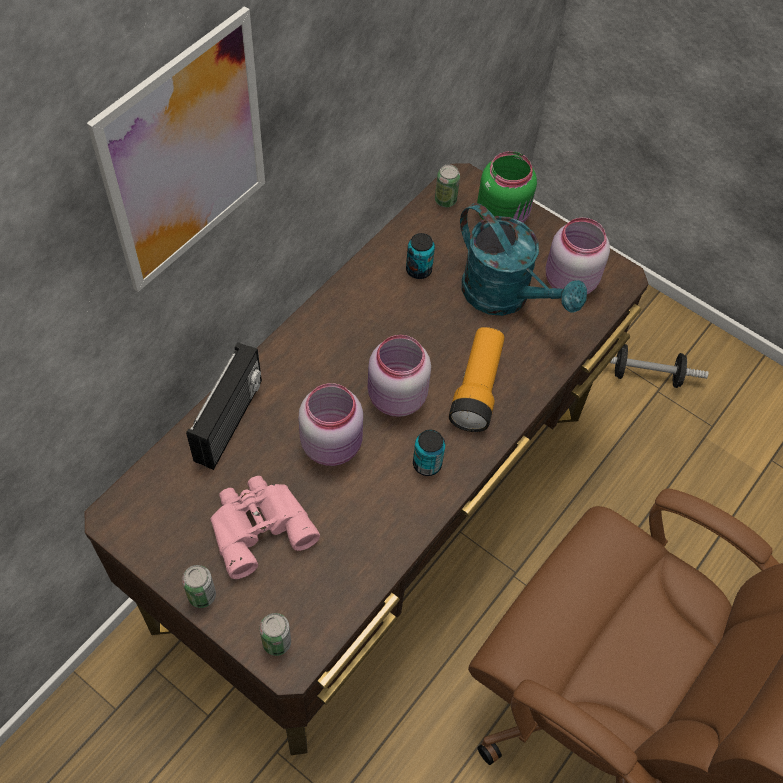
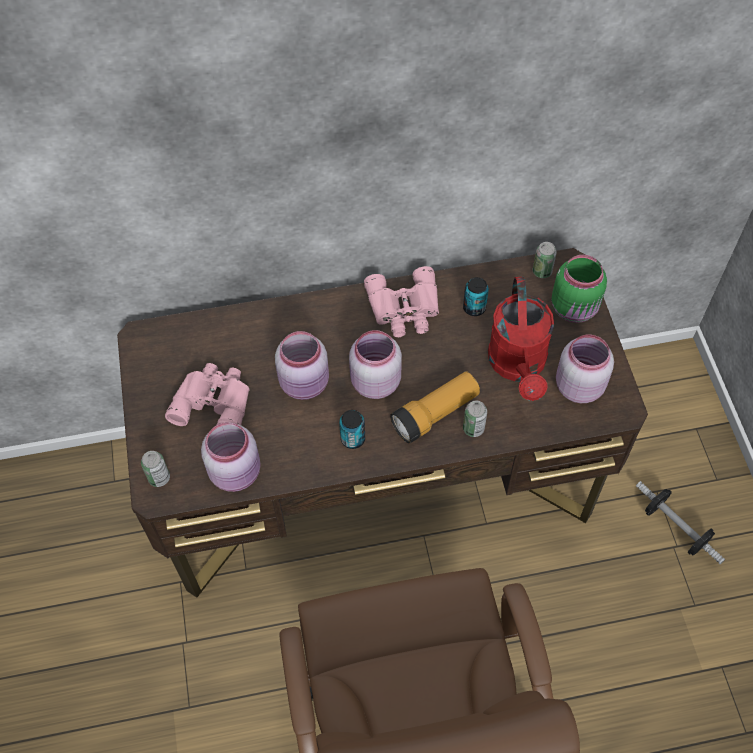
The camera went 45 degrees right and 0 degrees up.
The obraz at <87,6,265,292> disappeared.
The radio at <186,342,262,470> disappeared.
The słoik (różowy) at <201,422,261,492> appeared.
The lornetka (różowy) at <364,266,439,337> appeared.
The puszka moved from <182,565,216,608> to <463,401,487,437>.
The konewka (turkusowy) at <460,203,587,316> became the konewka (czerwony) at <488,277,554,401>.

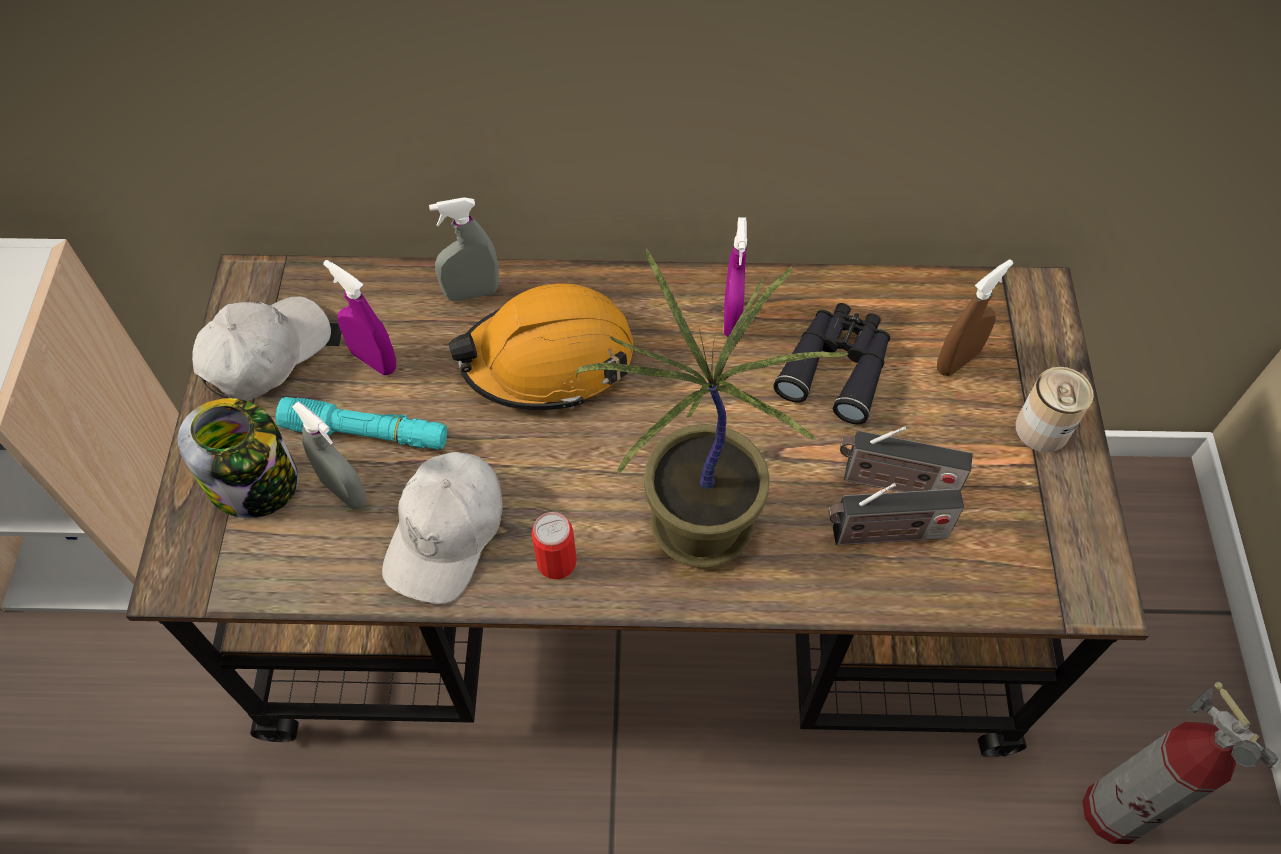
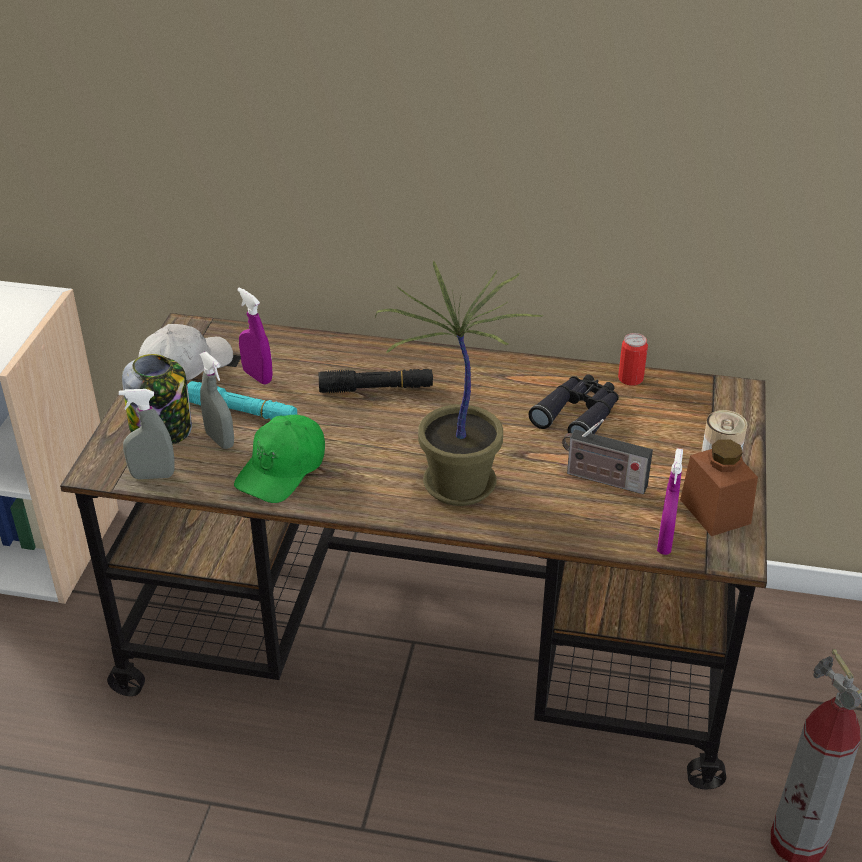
The camera went 10 degrees right and 20 degrees down.
The radio at <828,483,964,545> disappeared.
The spryskiwacz (brązowy) at <937,259,1013,376> disappeared.
The słoik (brązowy) at <680,440,758,536> appeared.
The spryskiwacz (szary) moved from <429,197,499,302> to <119,389,175,479>.
The puszka moved from <531,512,577,580> to <618,333,648,386>.
The spryskiwacz (fioletowy) moved from <724,217,747,337> to <657,448,683,555>.
The kask (pomarańczowy) at <448,283,633,410> was replaced by the latarka (czarny) at <319,369,433,393>.
The czapka z daszkiem (biały) at <382,452,503,604> became the czapka z daszkiem (zielony) at <234,415,325,503>.

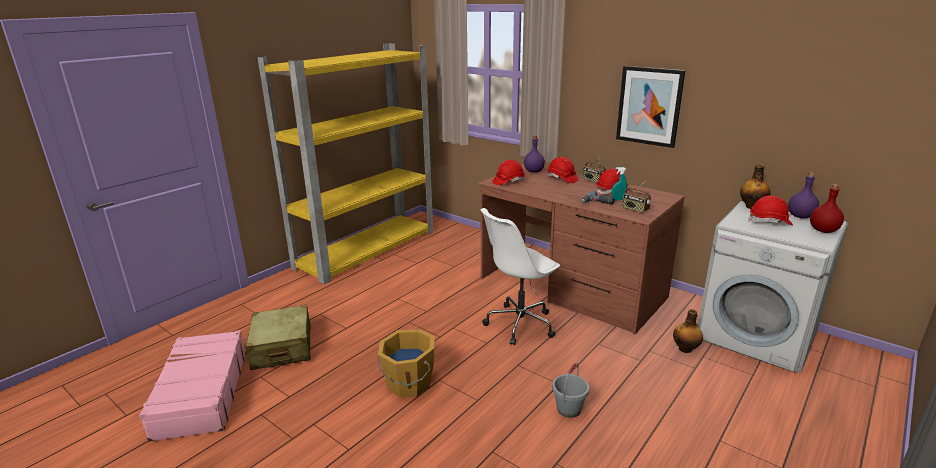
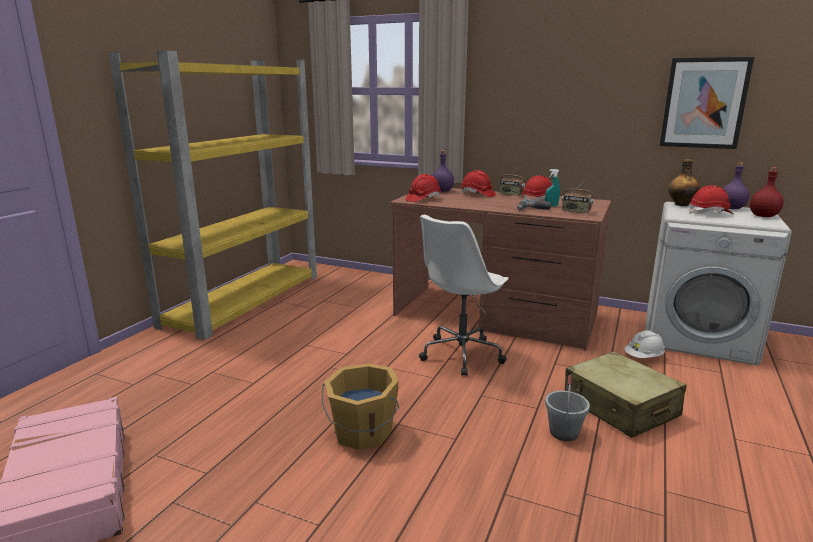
The camera went 15 degrees left and 5 degrees down.
The walizka (beżowy) moved from <246,305,311,370> to <564,351,686,438>.
The obraz moved from <616,66,685,148> to <660,57,754,149>.
The butelka at <673,309,703,353> was replaced by the kask (biały) at <624,330,665,358>.

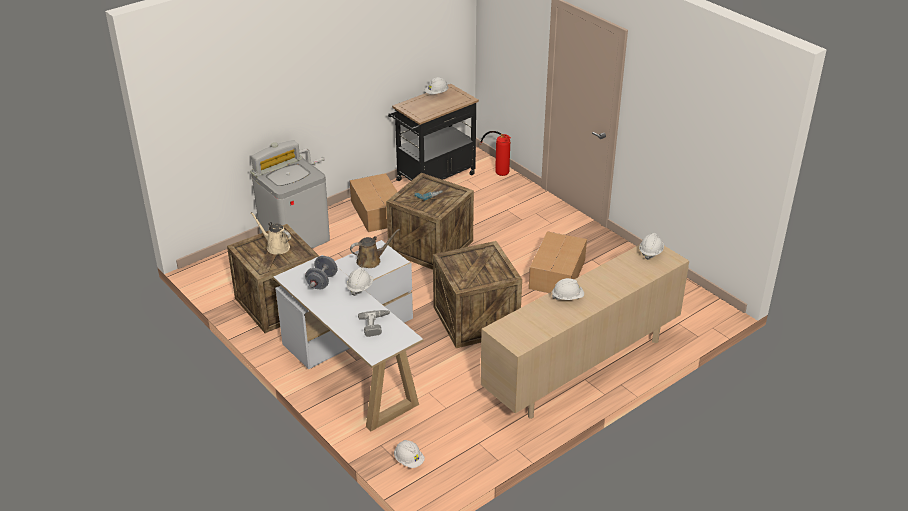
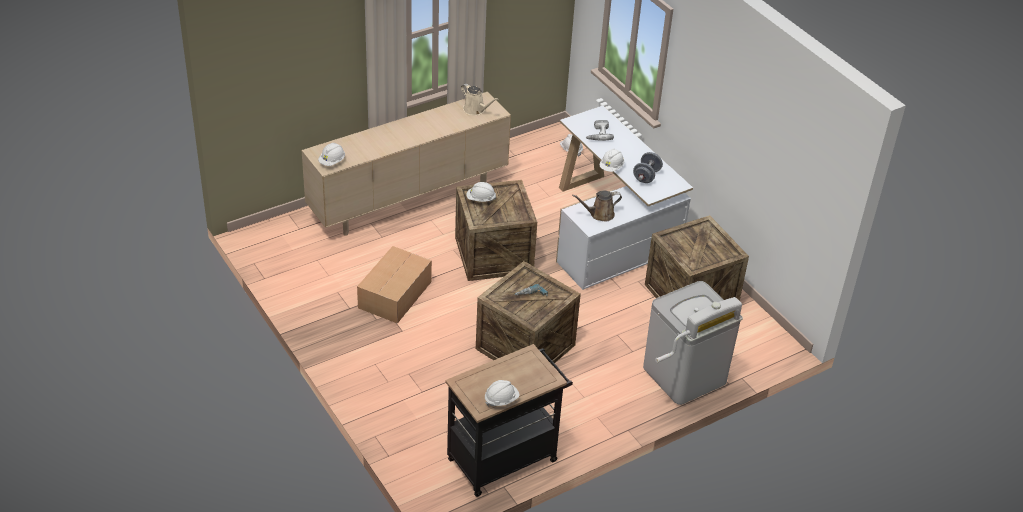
The camera went 175 degrees left and 5 degrees up.
The karton at <350,173,397,232> disappeared.
The gaśnica at <480,131,511,176> disappeared.
The konewka (beżowy) moved from <251,212,291,255> to <461,84,498,115>.
The kask (biały) moved from <552,278,584,300> to <466,182,496,202>.

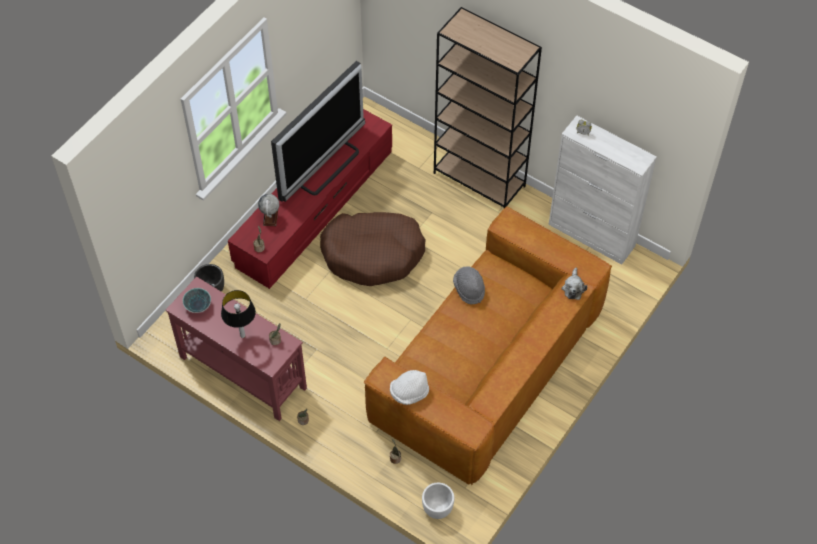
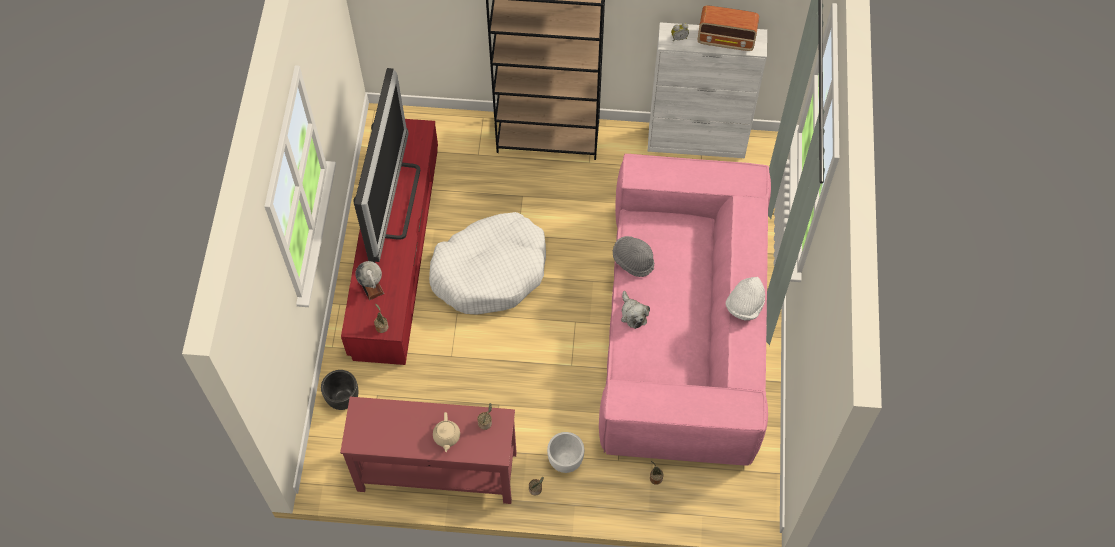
The camera went 30 degrees left and 5 degrees up.
The miska at <183,288,211,313> disappeared.
The radio at <697,5,759,51> appeared.
The kapelusz (biały) moved from <390,370,429,405> to <725,277,765,320>.
The donica (biały) moved from <422,483,454,519> to <547,432,584,473>.
The pluszak moved from <562,268,587,300> to <621,291,650,329>.
The lampa stołowa at <221,290,256,338> was replaced by the imbryk (beżowy) at <433,412,460,452>.
The legowisko (brązowy) at <320,212,426,286> became the legowisko (biały) at <429,212,546,315>.
The kanapa (brązowy) at <364,206,612,485> became the kanapa (różowy) at <599,154,771,466>.

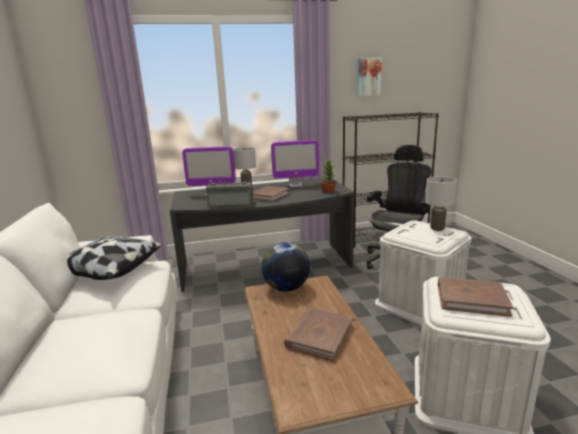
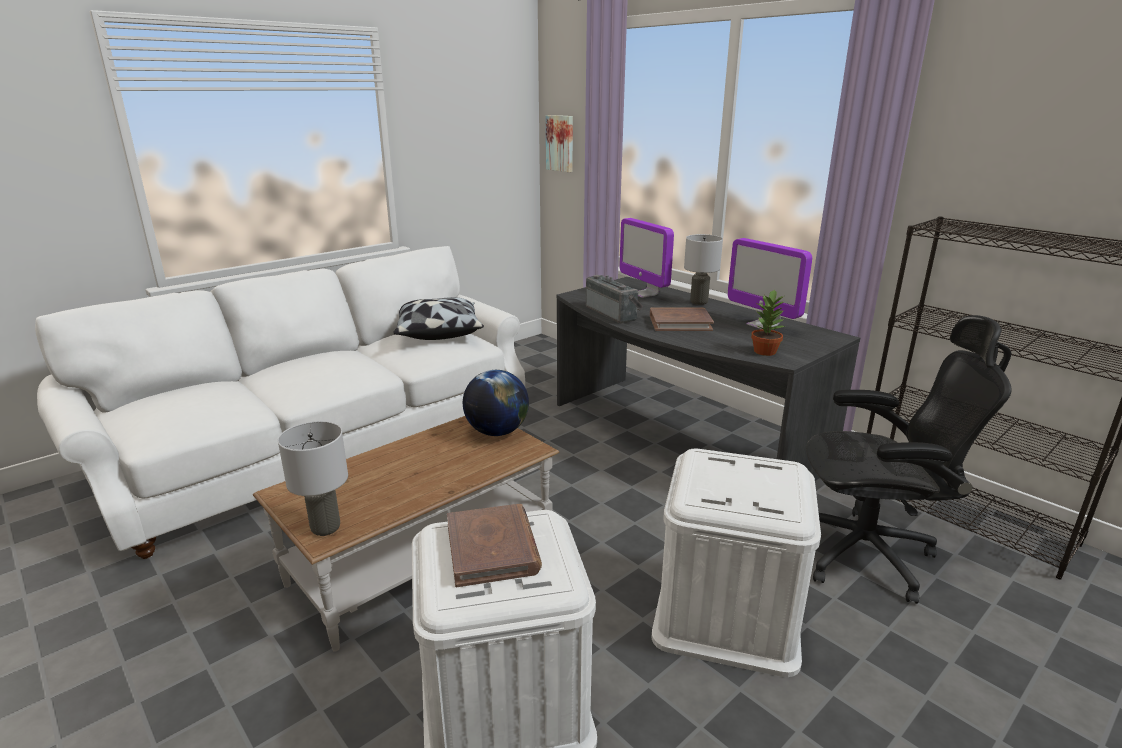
The camera went 60 degrees right and 5 degrees up.
The książka (brązowy) at <284,308,353,361> disappeared.
The obraz moved from <357,57,382,97> to <546,115,573,172>.
The lampa stołowa (biały) moved from <425,176,457,231> to <278,421,348,536>.

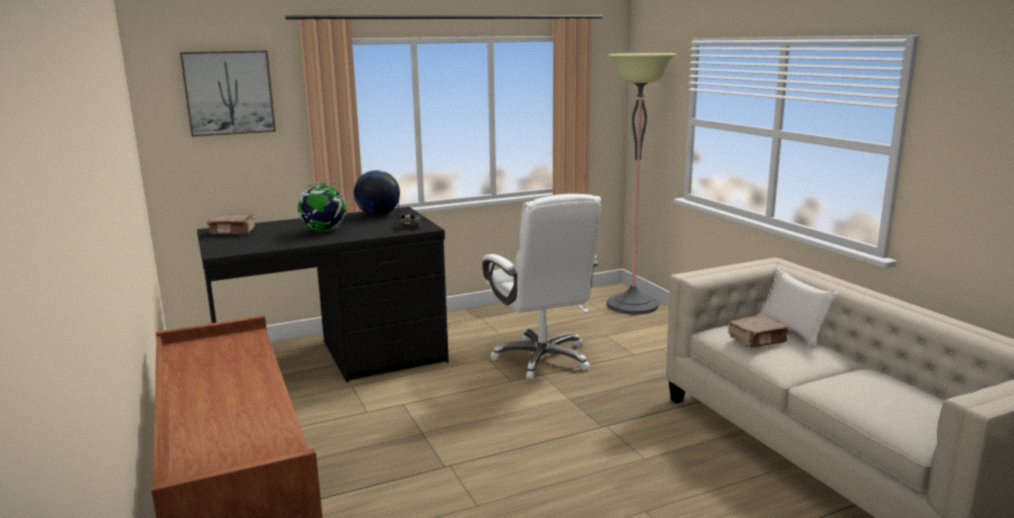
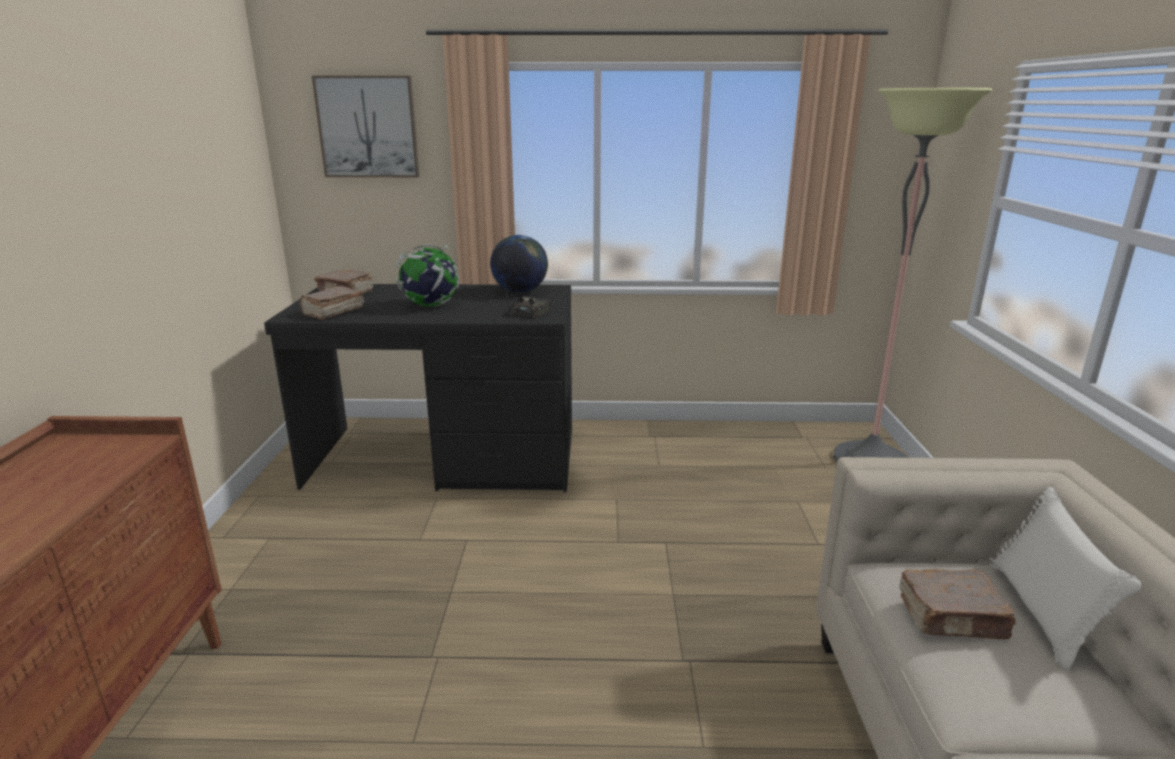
The camera went 25 degrees right and 5 degrees up.
The krzesło biurowe (biały) at <482,194,601,380> disappeared.
The książka (brązowy) at <300,286,364,320> appeared.

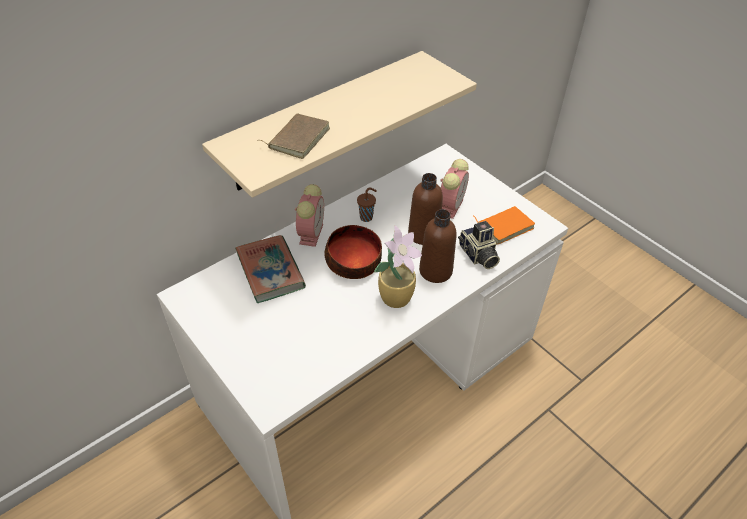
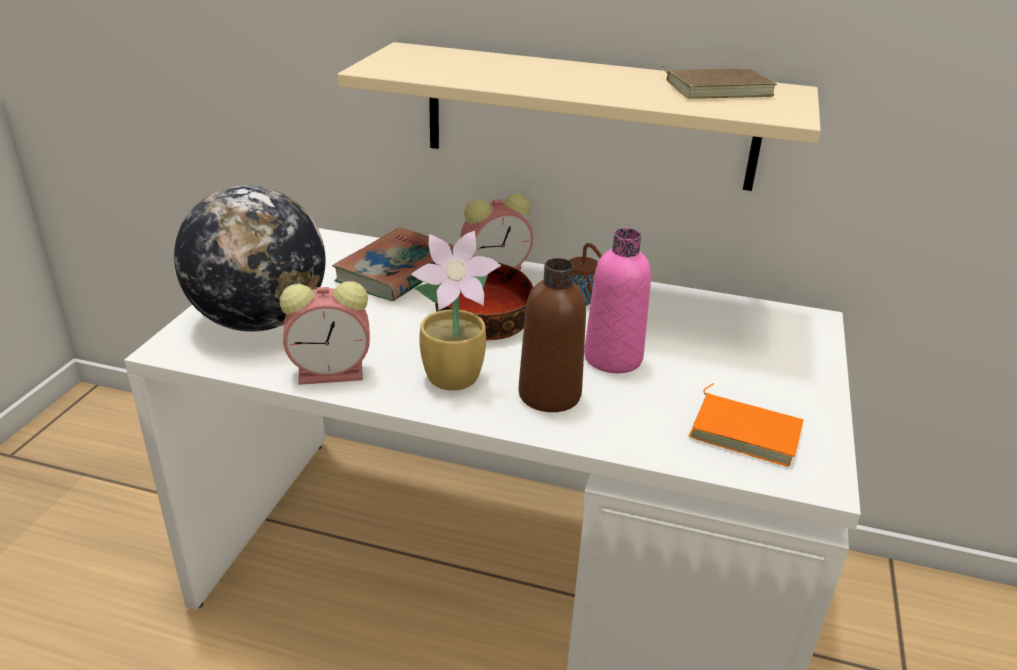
The camera went 55 degrees right and 15 degrees down.
The aparat fotograficzny at <458,221,500,269> disappeared.
The globus at <174,185,326,332> appeared.
The książka (brązowy) moved from <257,113,330,159> to <662,66,777,99>.
The budzik moved from <440,159,469,219> to <280,281,370,385>.
The butelka (brązowy) at <408,173,443,245> became the butelka (różowy) at <584,228,651,373>.

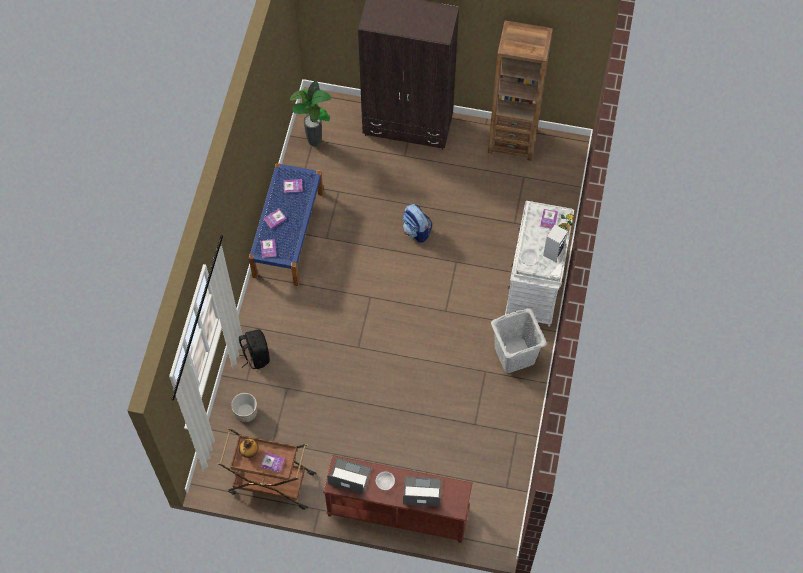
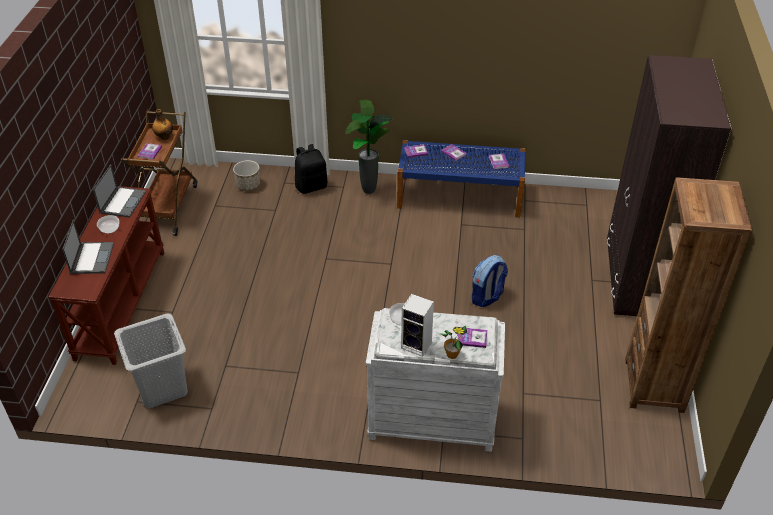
The camera went 85 degrees right and 20 degrees down.
The roślina doniczkowa moved from <290,81,331,146> to <345,99,393,194>.
The kosz na pranie (szary) moved from <491,308,547,373> to <114,314,188,408>.

